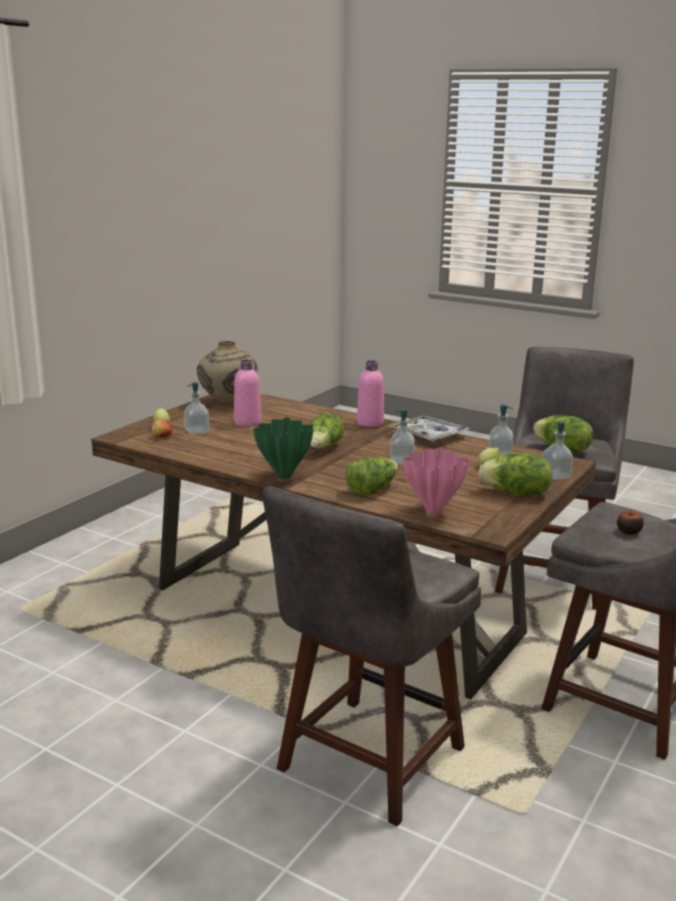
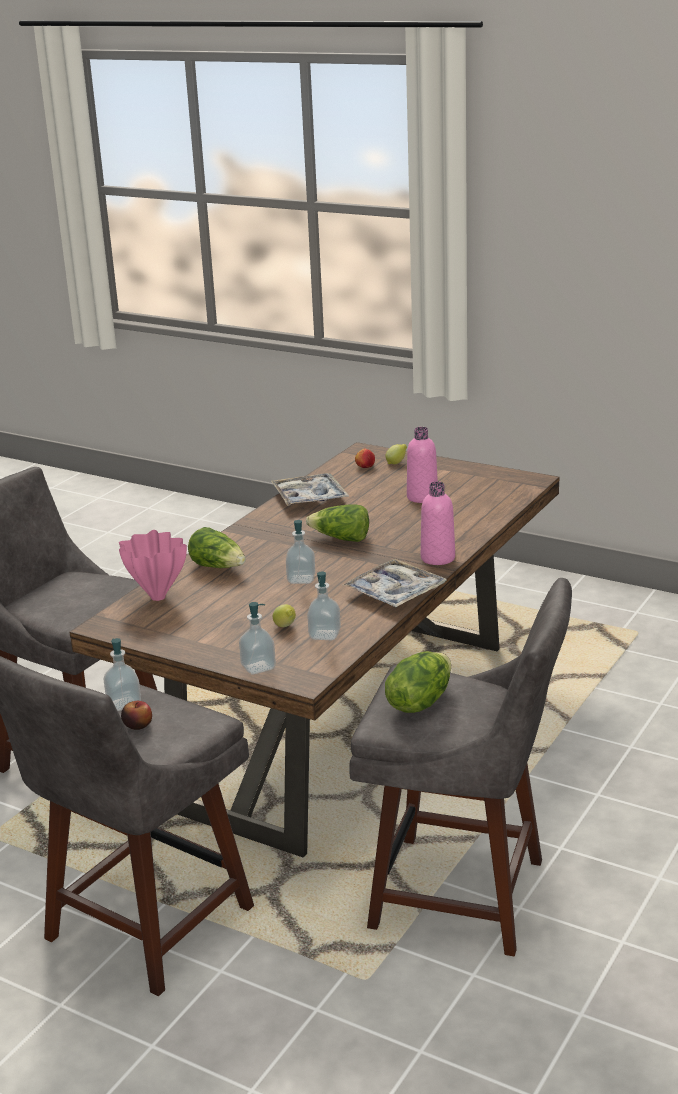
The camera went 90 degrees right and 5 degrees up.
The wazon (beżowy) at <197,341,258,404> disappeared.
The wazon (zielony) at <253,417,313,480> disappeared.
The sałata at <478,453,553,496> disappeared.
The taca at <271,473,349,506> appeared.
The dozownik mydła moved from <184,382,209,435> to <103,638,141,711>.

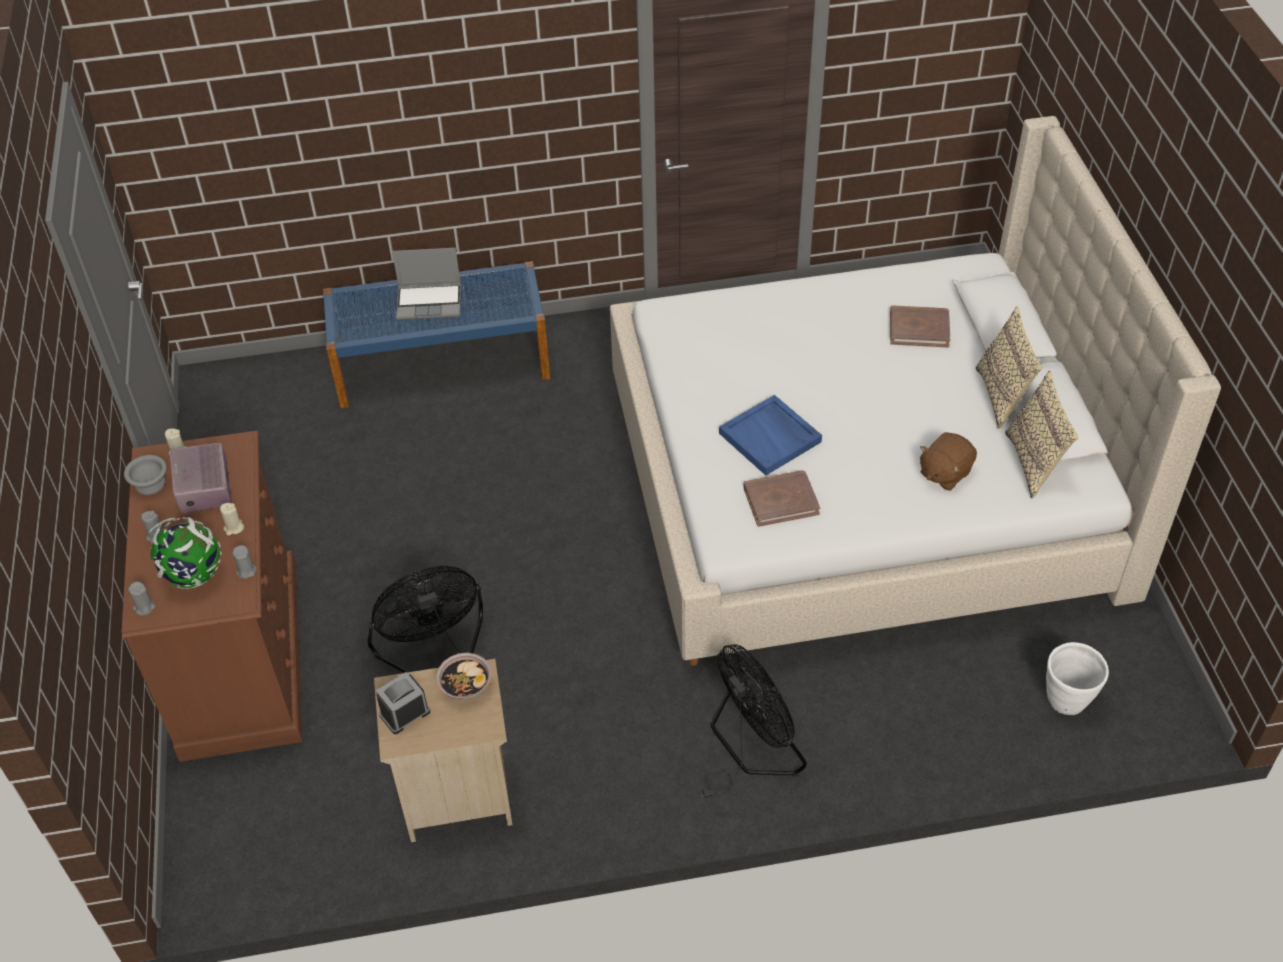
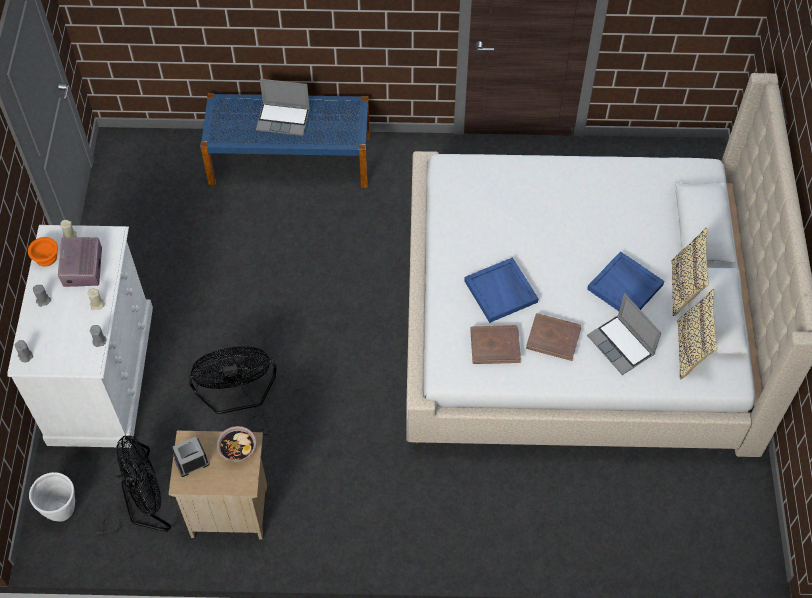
The camera went 10 degrees right and 10 degrees up.
The globus at <149,517,221,589> disappeared.
The taca (niebieski) at <587,251,664,311> appeared.
The wentylator (czarny) moved from <701,644,807,798> to <96,436,171,535>.
The książka (brązowy) moved from <890,305,950,348> to <526,313,581,361>.
The donica (biały) moved from <1046,642,1109,715> to <29,472,75,522>.
The pluszak (brązowy) at <920,432,977,491> was replaced by the laptop at <587,293,661,375>.
The komoda (brązowy) at <122,430,302,762> became the komoda (biały) at <7,225,153,448>.
The miska (szary) at <124,455,167,495> became the miska (pomarańczowy) at <28,237,58,266>.

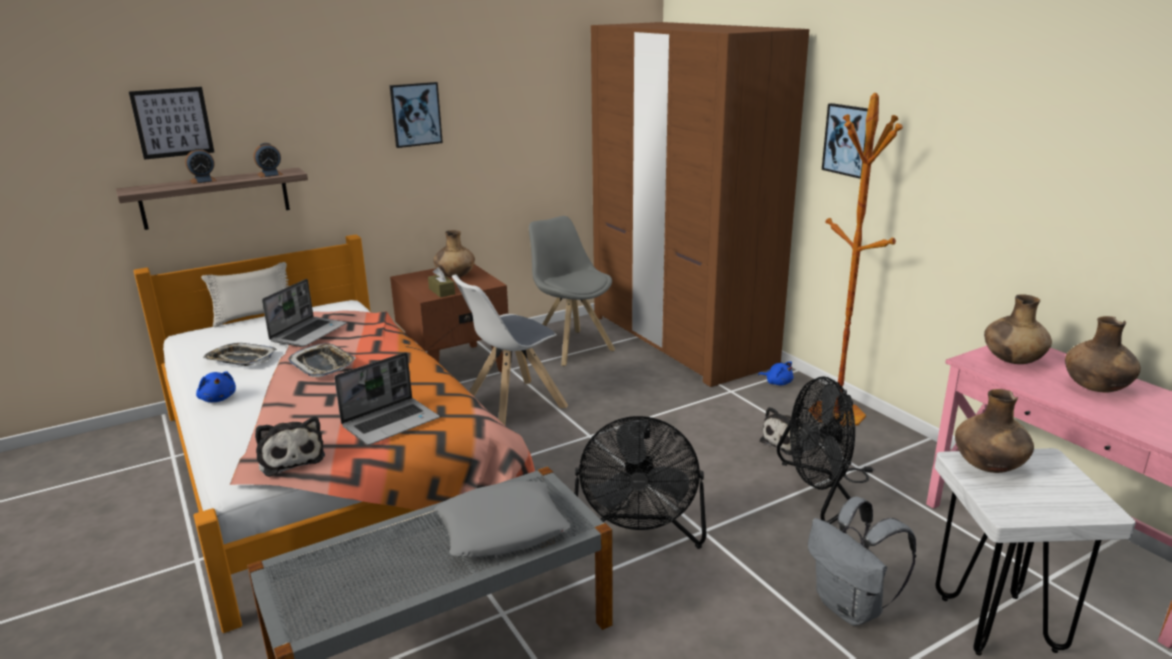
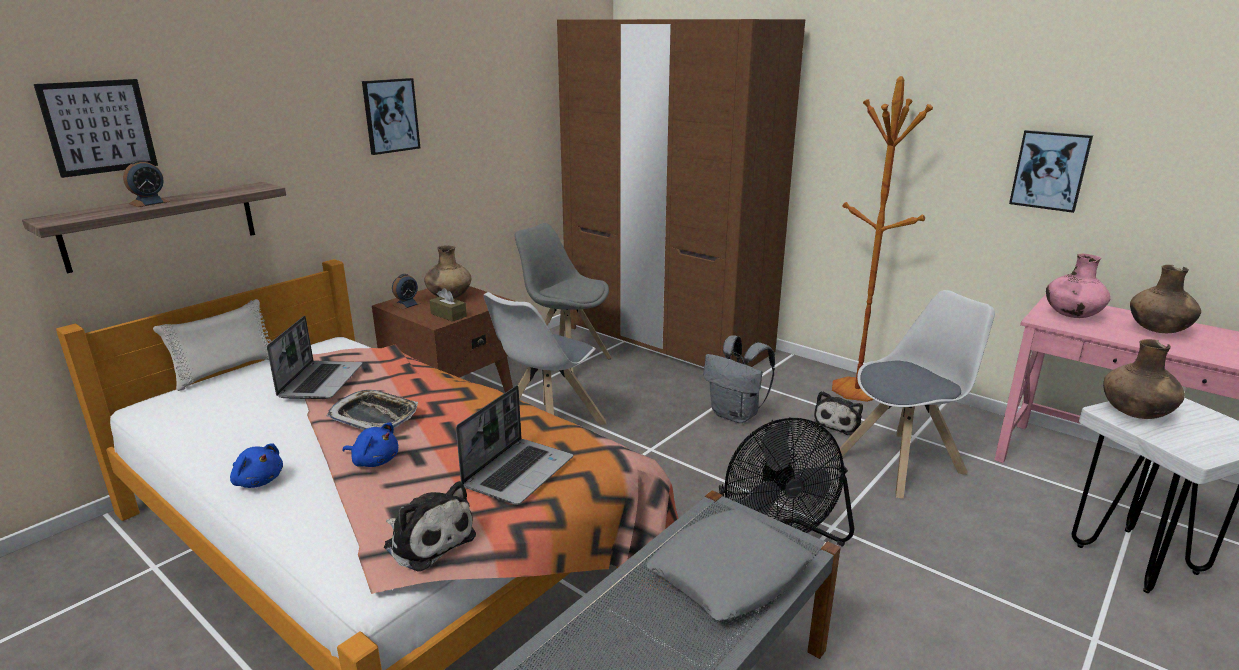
The camera went 20 degrees left and 0 degrees up.
The taca at <203,343,277,366> disappeared.
The budzik moved from <253,143,283,178> to <392,274,421,309>.
The pluszak (niebieski) moved from <758,362,793,385> to <343,422,398,467>.
The plecak (szary) moved from <808,496,916,626> to <703,335,775,423>.
The obraz moved from <822,103,868,179> to <1009,130,1093,213>.
The wentylator (czarny) at <777,377,875,524> was replaced by the krzesło at <835,290,995,499>.
The wazon (brązowy) at <984,294,1052,364> became the wazon (różowy) at <1046,254,1111,318>.

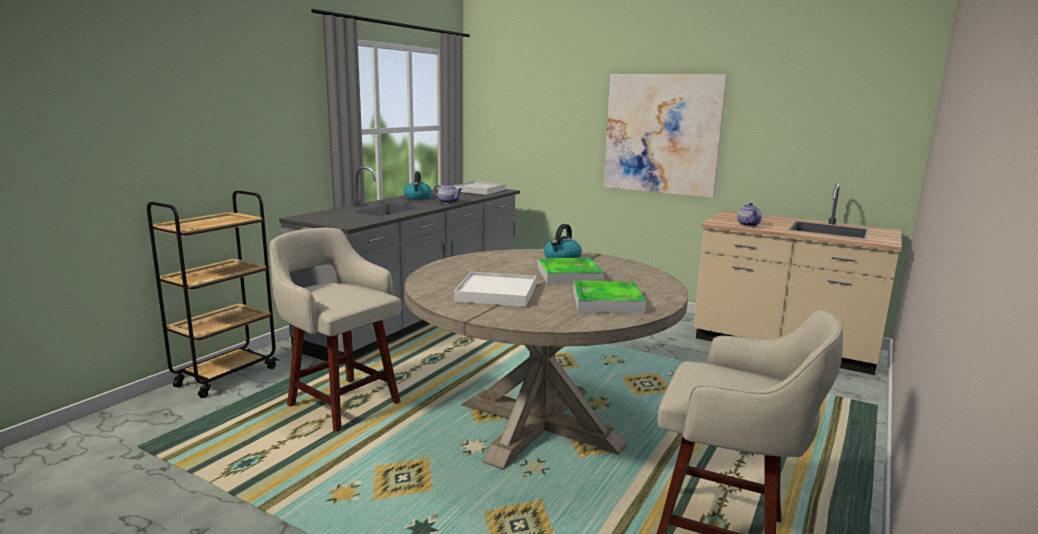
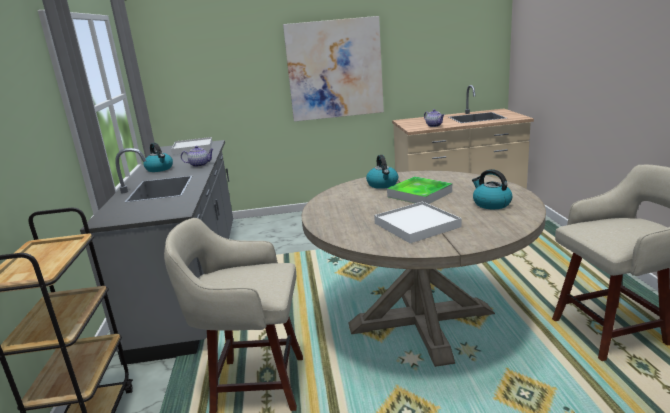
The camera went 35 degrees left and 5 degrees up.
The taca at <573,281,646,314> was replaced by the czajnik at <472,169,512,209>.

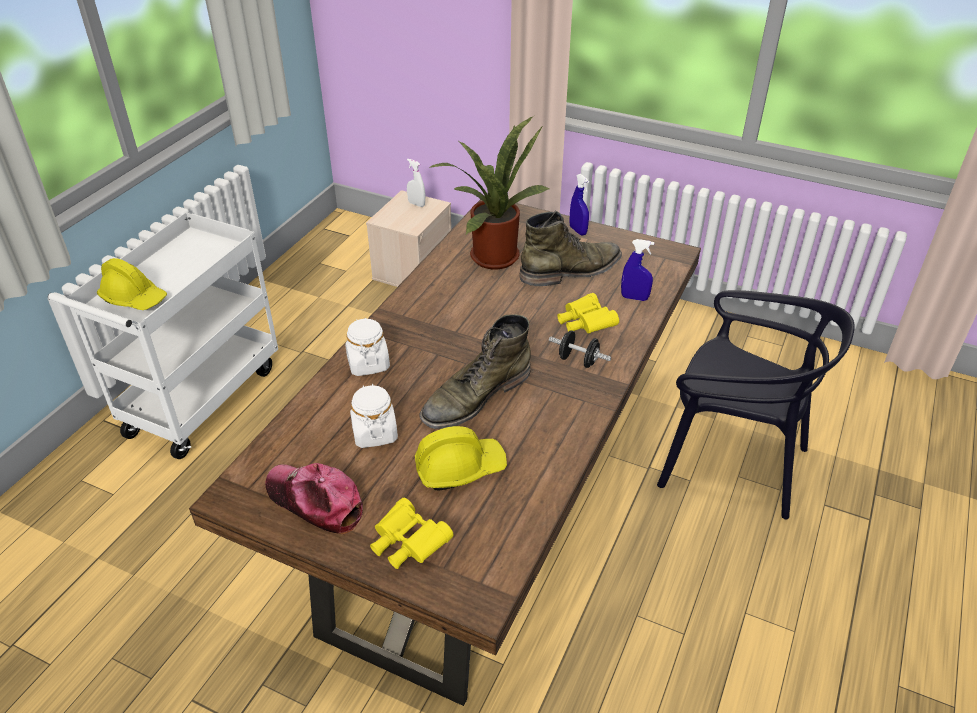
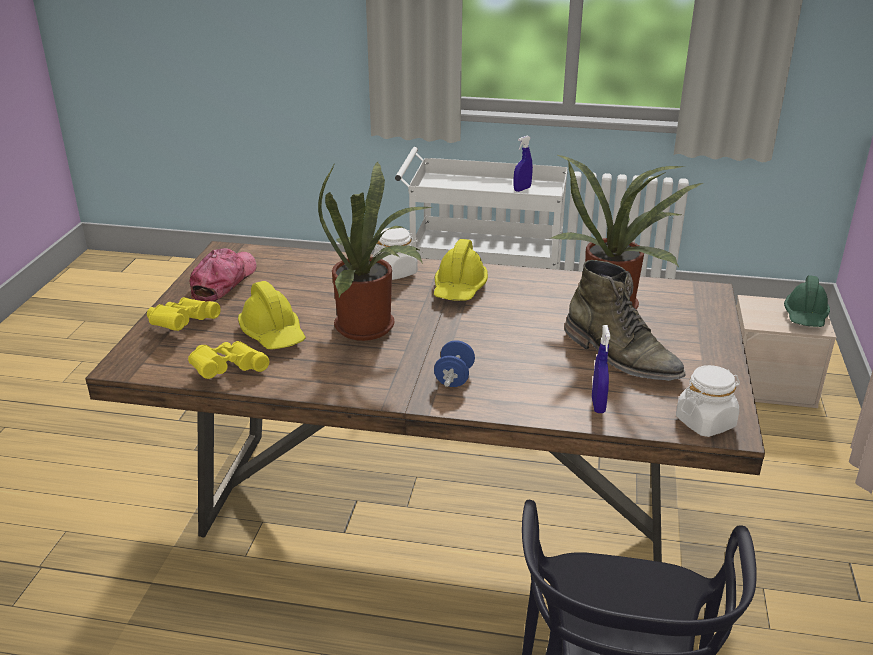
The camera went 75 degrees right and 10 degrees down.
The kask (żółty) moved from <97,258,167,310> to <434,239,488,301>.
The słoik (biały) moved from <350,384,398,448> to <676,365,740,437>.
The lornetka (żółty) moved from <557,293,619,334> to <188,341,269,379>.
The spryskiwacz (niebieski) moved from <570,174,589,236> to <514,136,533,192>.
The spryskiwacz (biały) at <407,159,425,207> was replaced by the kask (zielony) at <784,275,830,327>.
The but z cholewką (zielony) at <419,314,531,429> was replaced by the roślina doniczkowa at <318,162,431,341>.
The hantel (czarny) at <549,330,611,368> became the hantel (niebieski) at <434,340,475,387>.

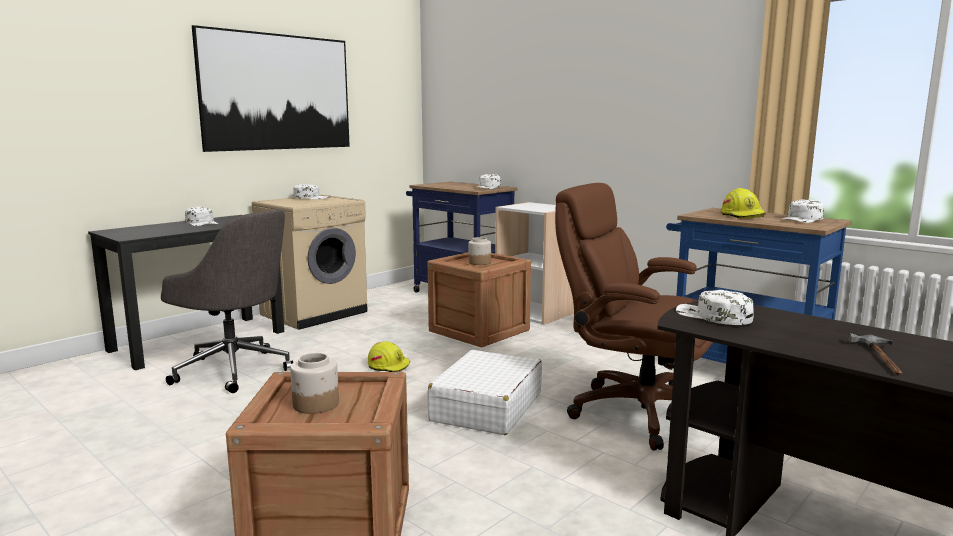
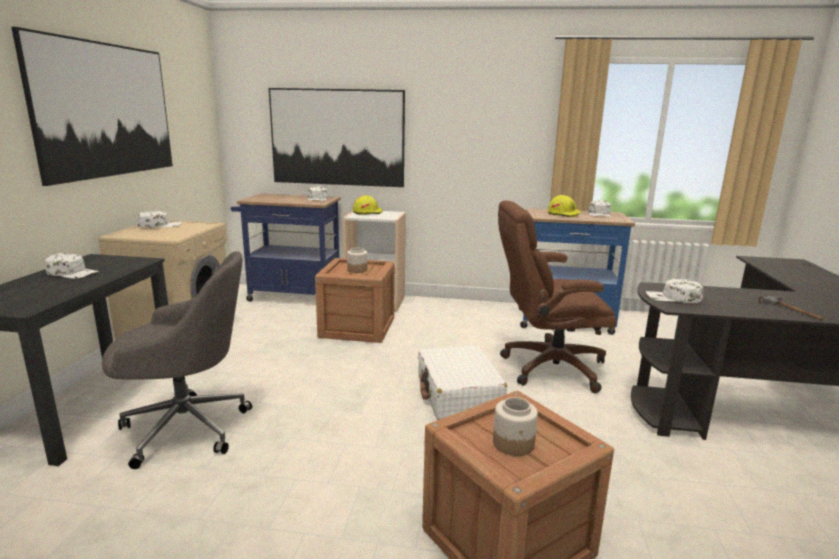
The camera went 35 degrees left and 5 degrees up.
The obraz at <269,88,405,187> appeared.
The kask (żółty) moved from <368,341,410,372> to <353,196,383,214>.

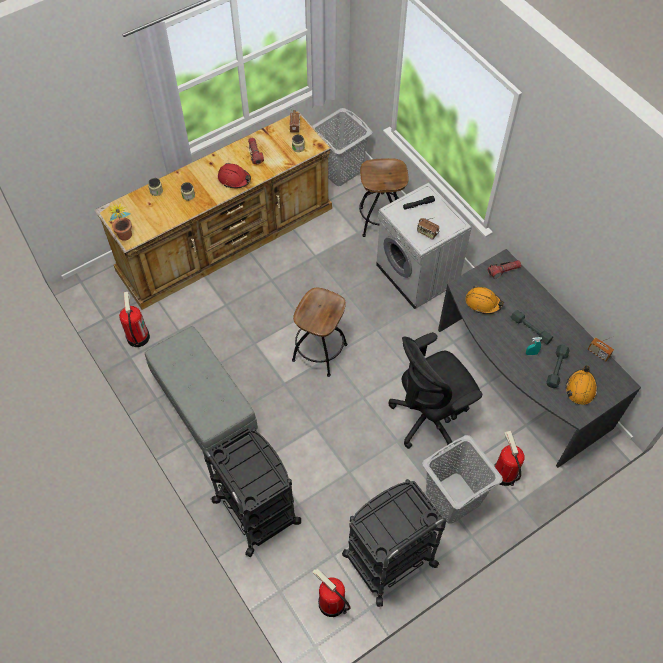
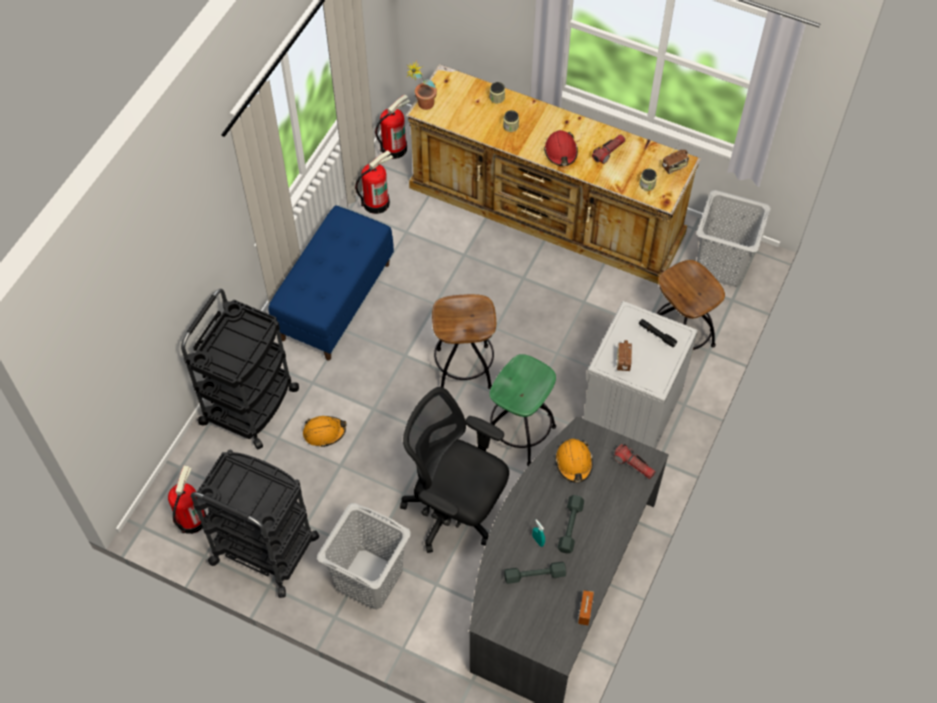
The camera went 60 degrees right and 0 degrees up.
The stołek (zielony) at <489,354,556,466> appeared.
The gaśnica moved from <494,431,525,486> to <375,95,410,159>.
The kask (pomarańczowy) moved from <566,365,597,405> to <303,416,346,447>.
The ławka (szary) at <145,326,258,453> became the ławka (niebieski) at <268,206,394,360>.

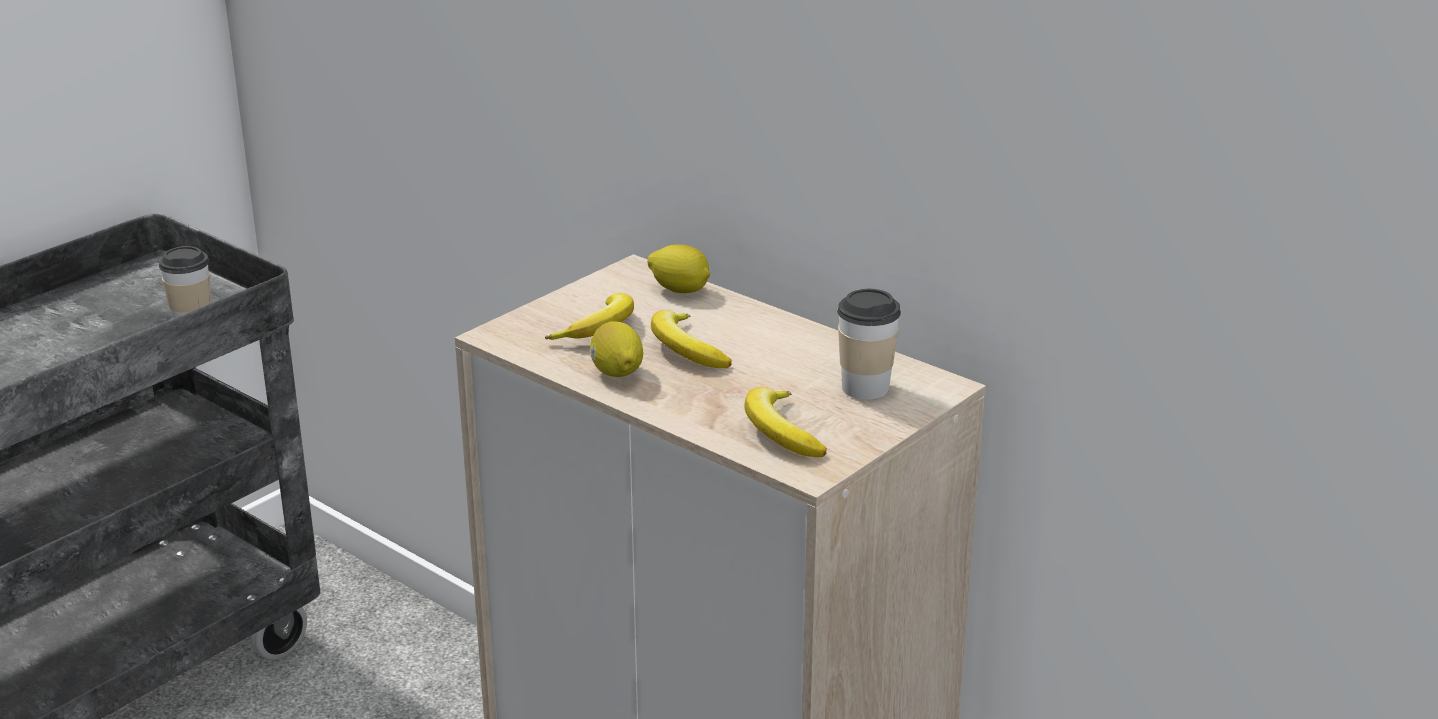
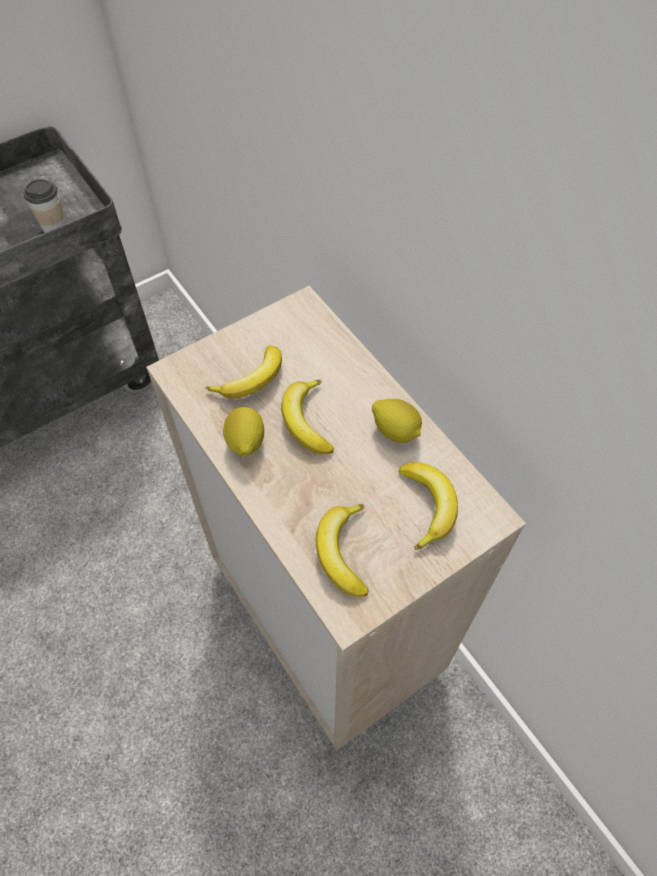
The camera went 15 degrees right and 30 degrees up.
The cytryna moved from <647,244,710,293> to <372,399,422,443>.
The filiżanka at <837,289,901,400> was replaced by the banan at <398,462,458,550>.

